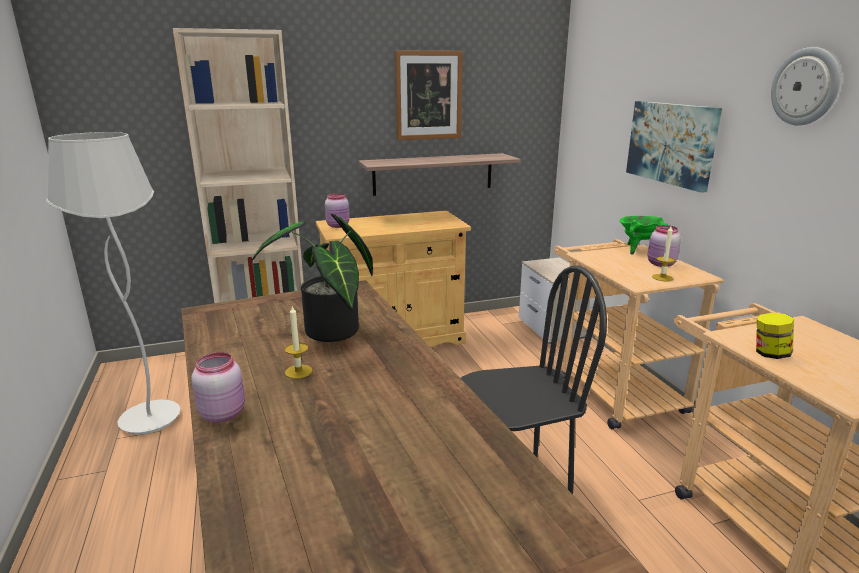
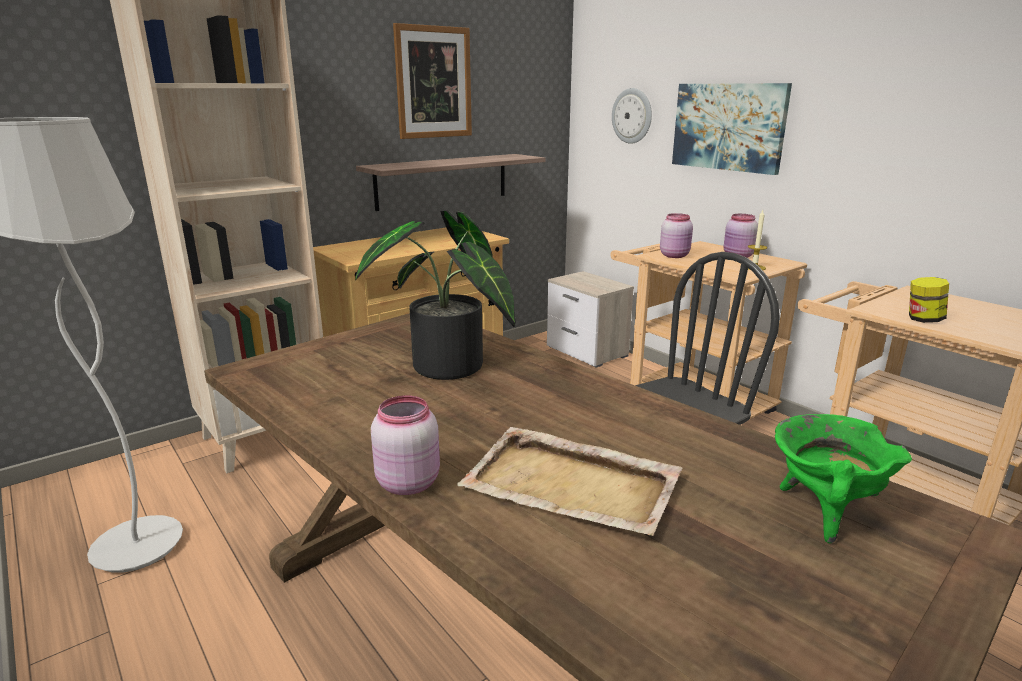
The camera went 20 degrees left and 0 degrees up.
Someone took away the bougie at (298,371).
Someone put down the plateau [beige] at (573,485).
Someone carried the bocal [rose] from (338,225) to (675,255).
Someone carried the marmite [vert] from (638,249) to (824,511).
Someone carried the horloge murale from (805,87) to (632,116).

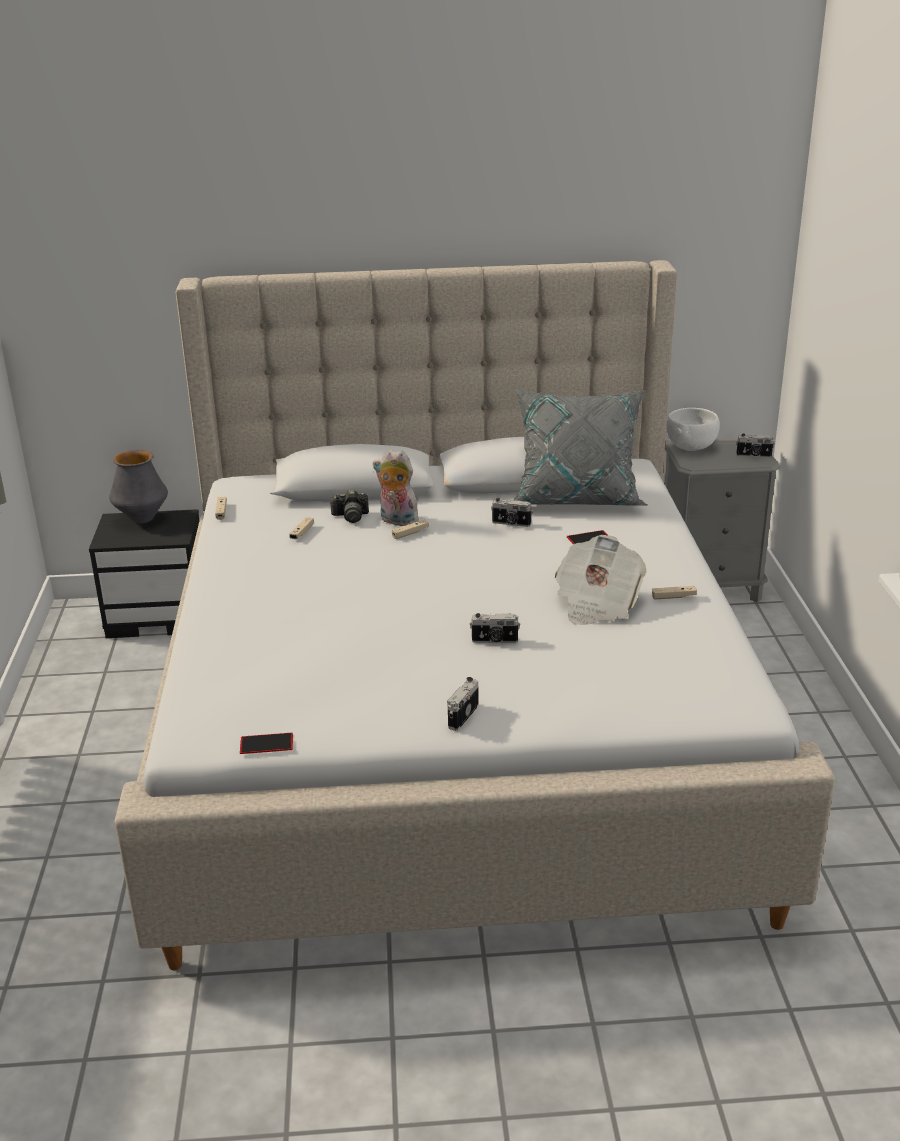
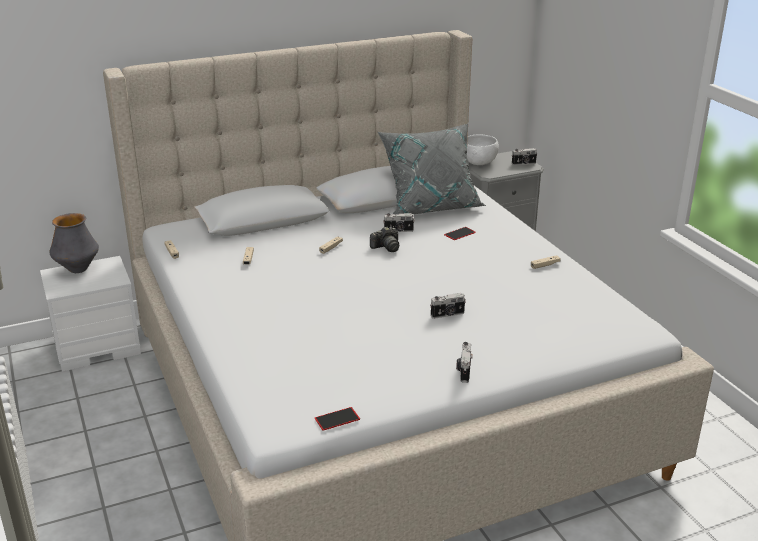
The camera went 20 degrees left and 0 degrees up.
Someone took away the peluche at (397,521).
Someone took away the journal at (597,603).
Someone carried the appareil photo from (350,516) to (386,247).
Someone repainted the table de chevet [noir] at (160,615), which became the table de chevet [blanc] at (98,346).

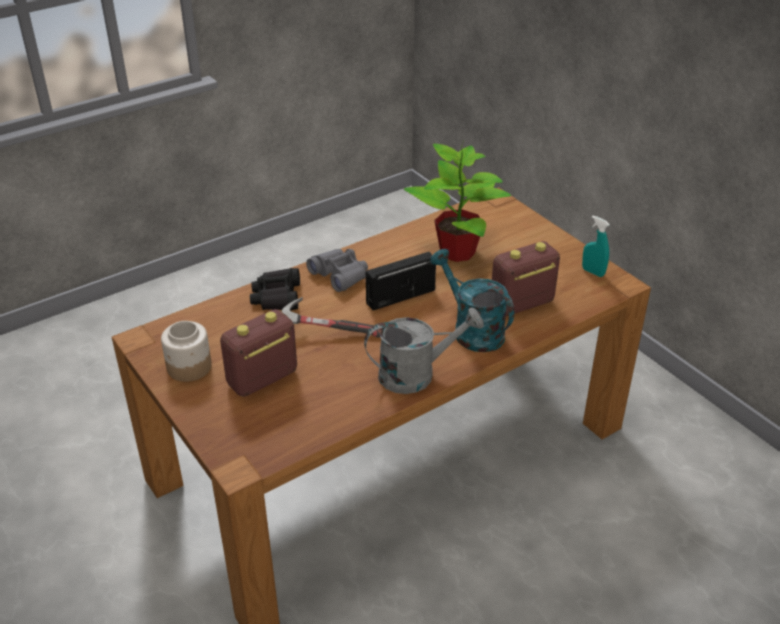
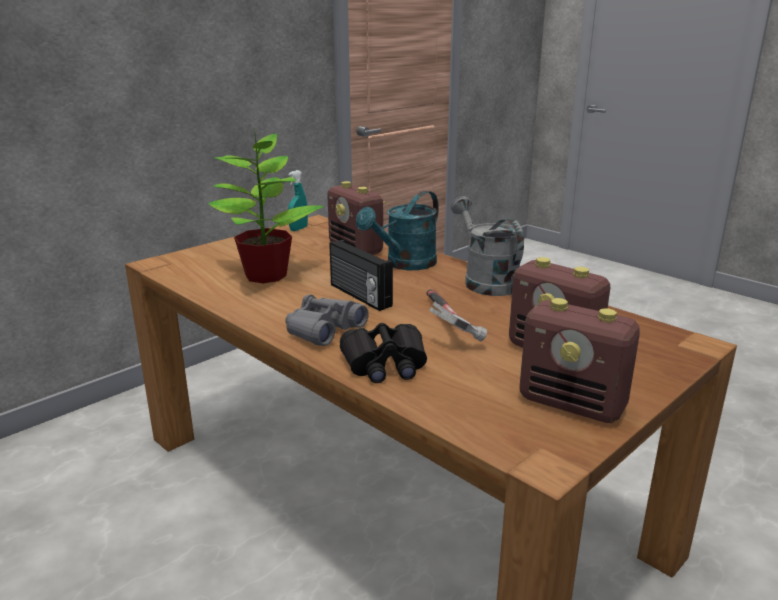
The camera went 100 degrees left and 15 degrees down.
Someone swapped the bocal at (189,367) for the radio at (573,404).

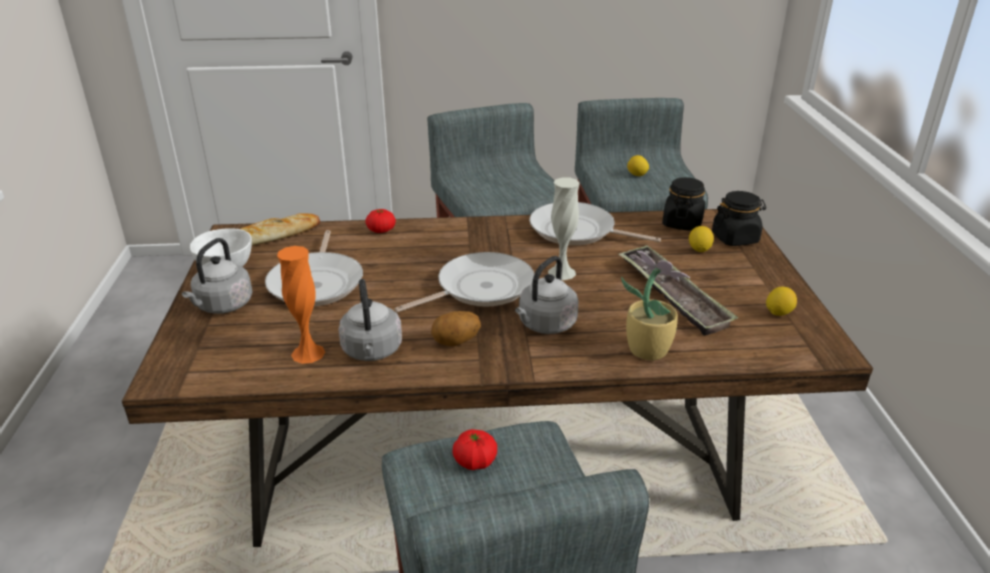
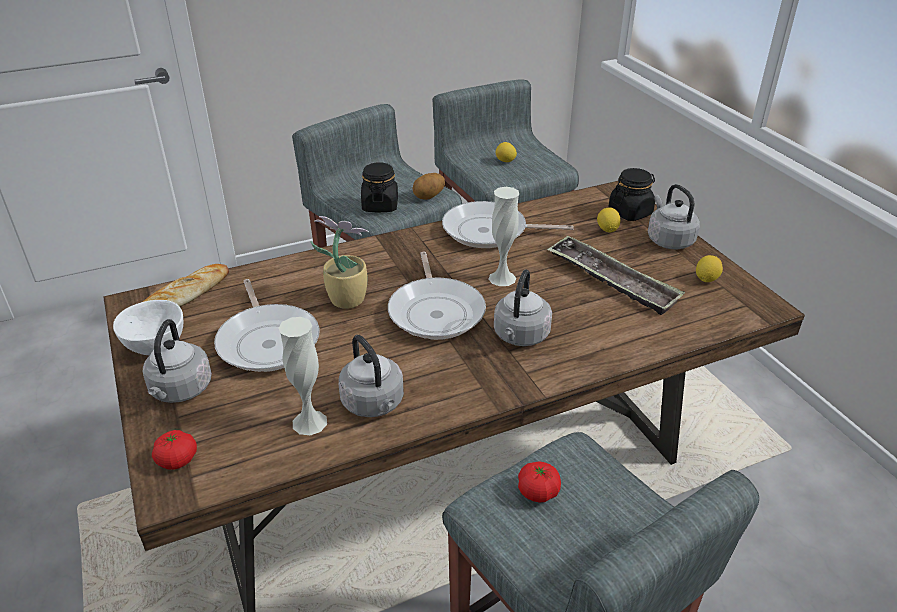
The camera went 20 degrees left and 5 degrees up.
Someone put down the bouilloire [gris] at (668,240).
Someone carried the tomate from (381,230) to (177,460).
Someone carried the pomme de terre from (456,342) to (429,197).
Someone carried the plante en pot from (646,349) to (346,299).
Someone carried the bocal [noir] from (682,223) to (380,205).
Someone repainted the vase [orange] at (308,353), which became the vase [blanc] at (309,422).
Someone rotated the poêle at (480,288) by 135 degrees clockwise.

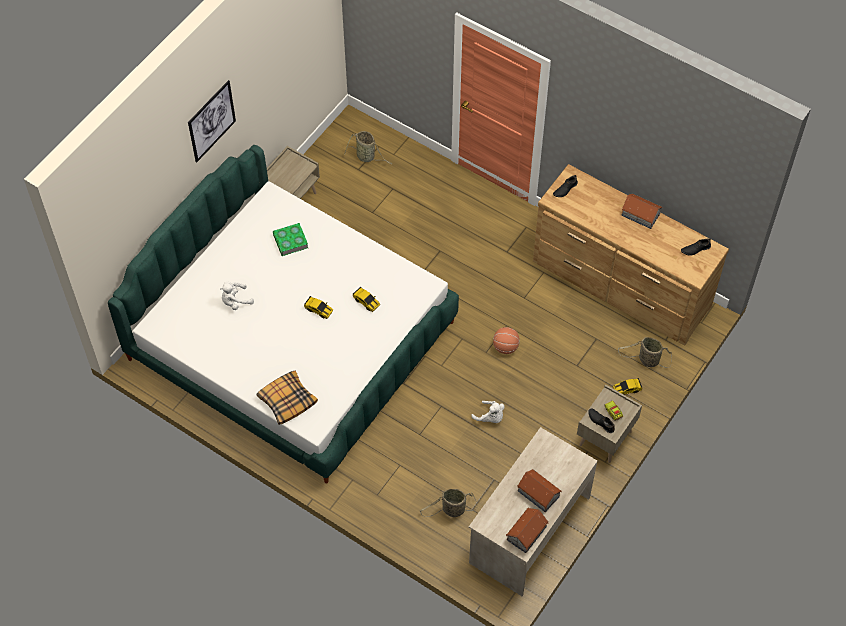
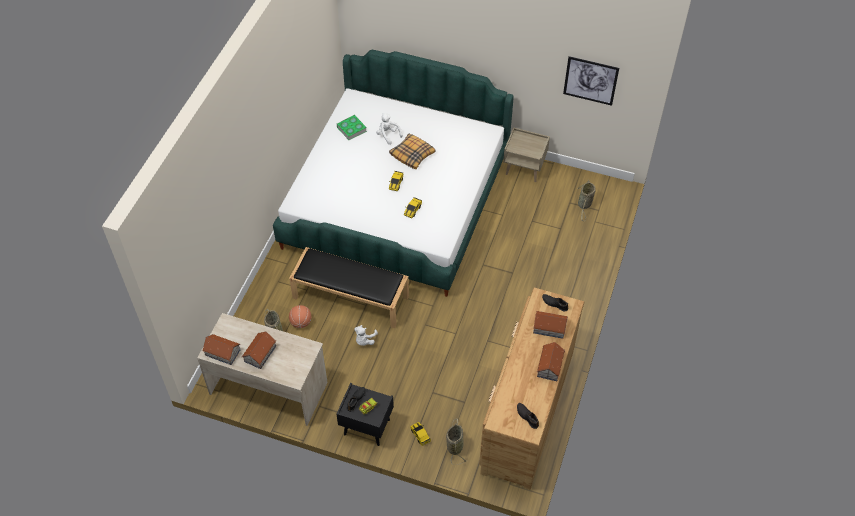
The camera went 75 degrees right and 5 degrees down.
Someone put down the banc [noir] at (351,297).
Someone put down the maison miniature at (549,327).
Someone carried the tableau from (211,121) to (590,80).
Someone carried the coussin from (287,400) to (412,154).
Someone carried the livre from (290,241) to (351,129).
Someone carried the ballon de basket from (505,347) to (301,322).
Someone repainted the table de chevet [beige] at (605,439), which became the table de chevet [noir] at (366,427).

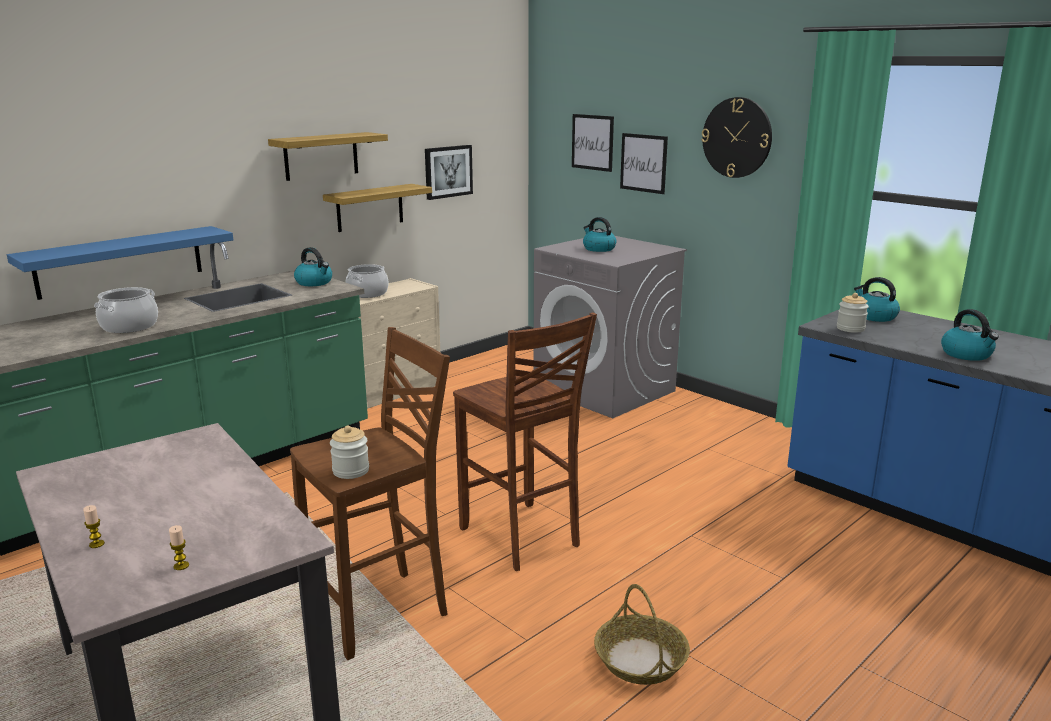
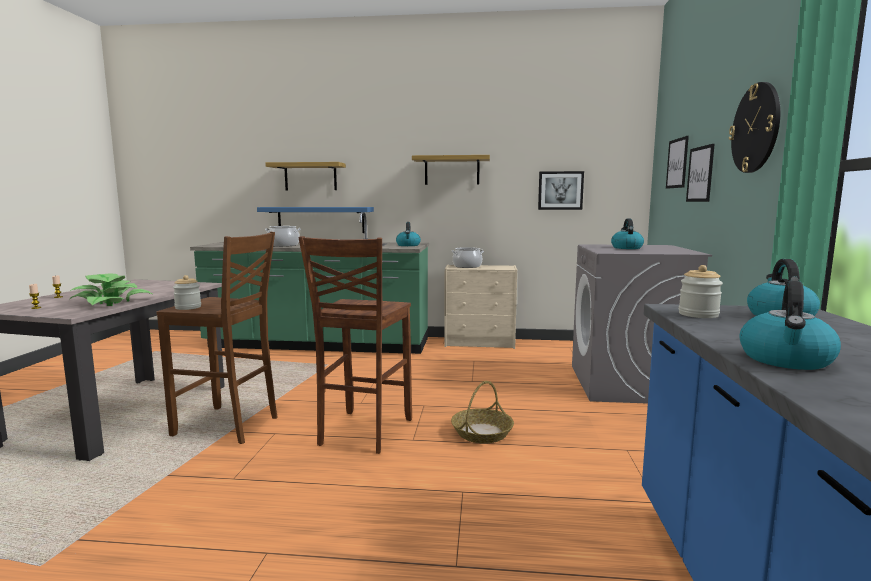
The camera went 50 degrees right and 10 degrees down.
Someone put down the plante en pot at (111,302).
Someone carried the étagère from (370,207) to (310,177).
Someone carried the panier from (641,660) to (482,433).

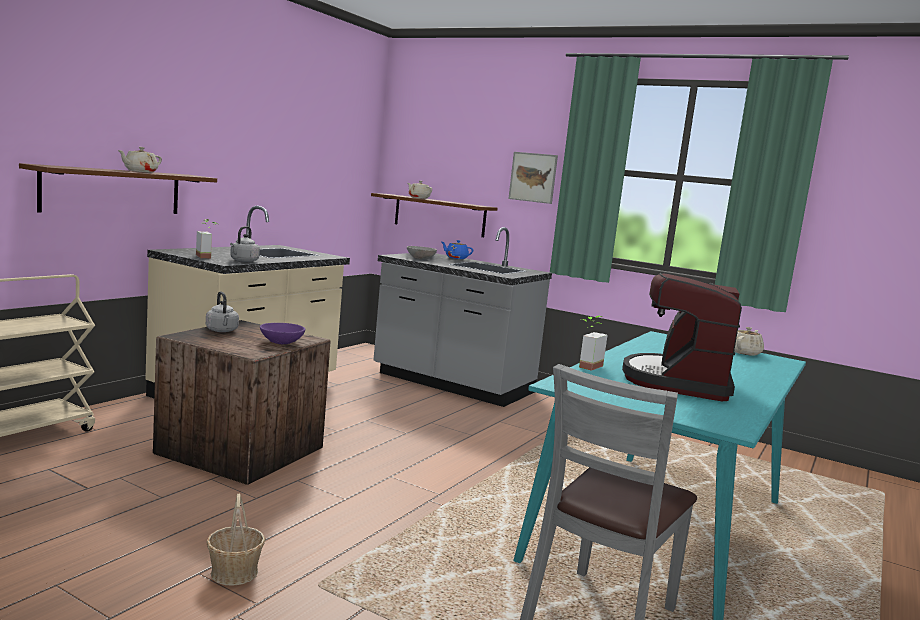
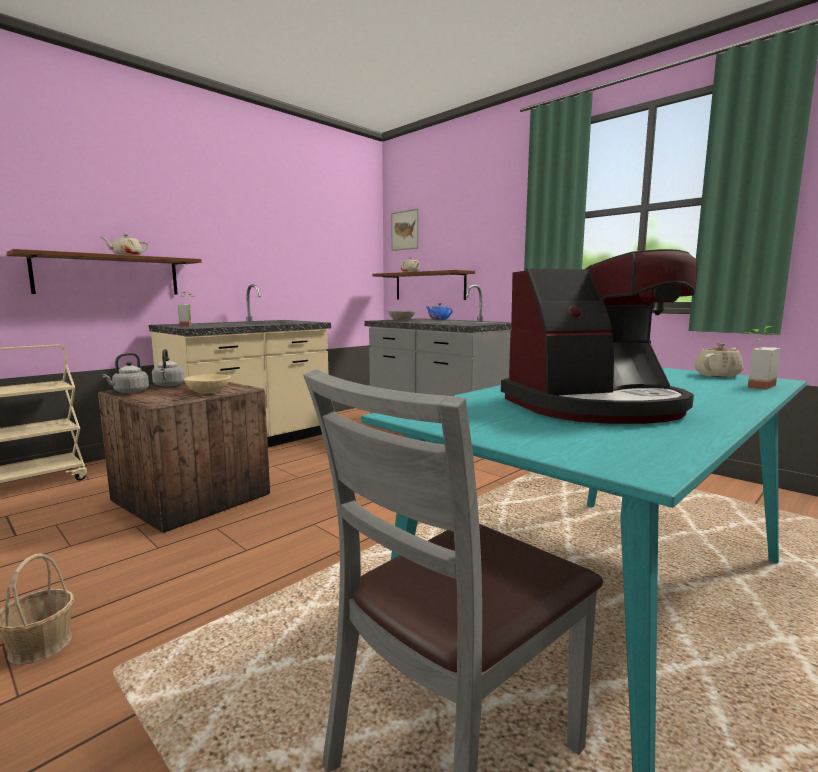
The camera went 15 degrees right and 0 degrees up.
Someone carried the bouilloire [gris] from (243,261) to (129,392).
Someone carried the tableau from (533,177) to (405,230).
Someone carried the plante en pot from (585,365) to (753,385).
Someone repainted the bol [violet] at (281,342), which became the bol [beige] at (208,392).
Someone rotated the machine à café at (678,382) by 135 degrees counterclockwise.

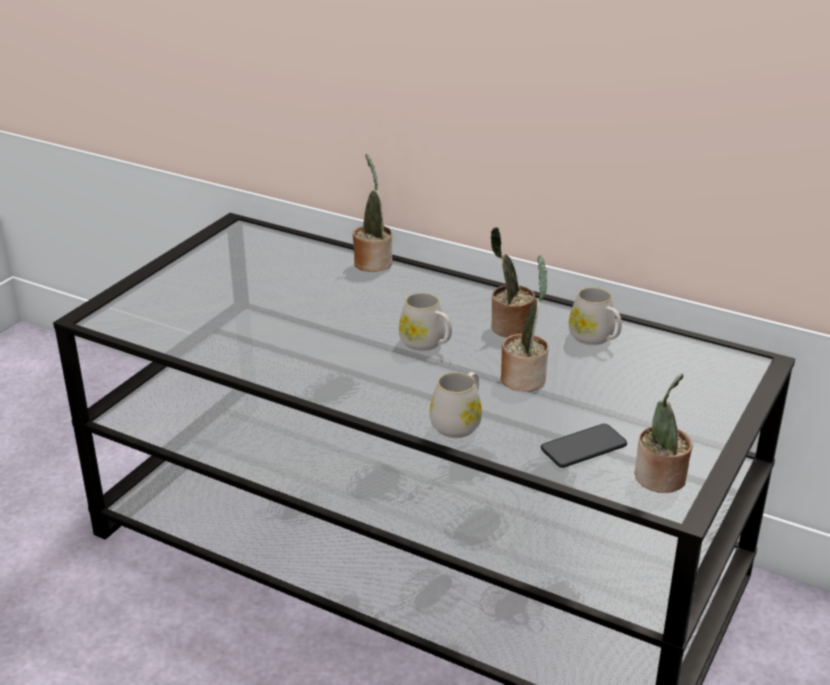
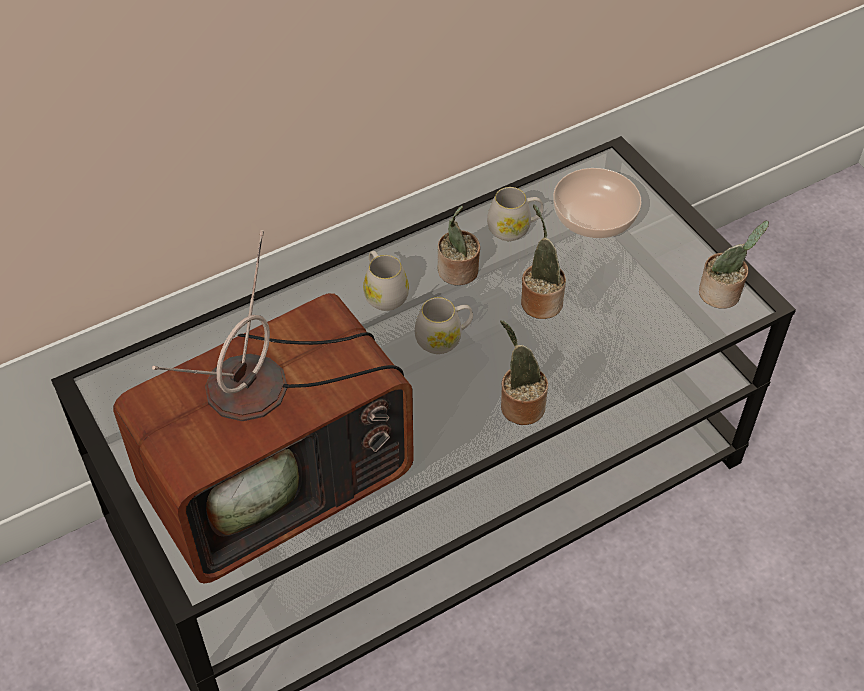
The camera went 60 degrees left and 20 degrees up.
Someone took away the téléphone at (583,447).
Someone put down the téléviseur at (281,477).
Someone put down the bol at (595,218).
Someone carried the plante en pot from (372,261) to (519,405).
Someone carried the mug [blanc] from (459,423) to (383,293).

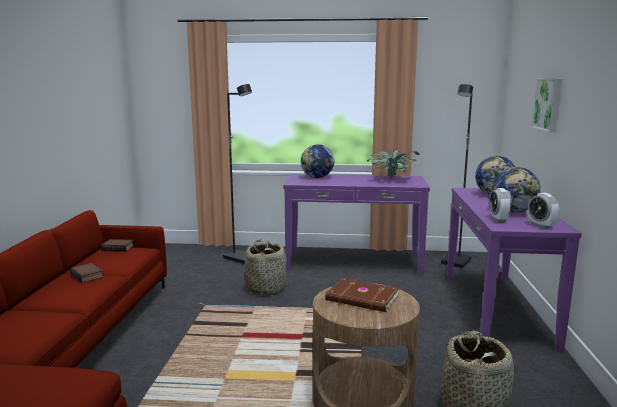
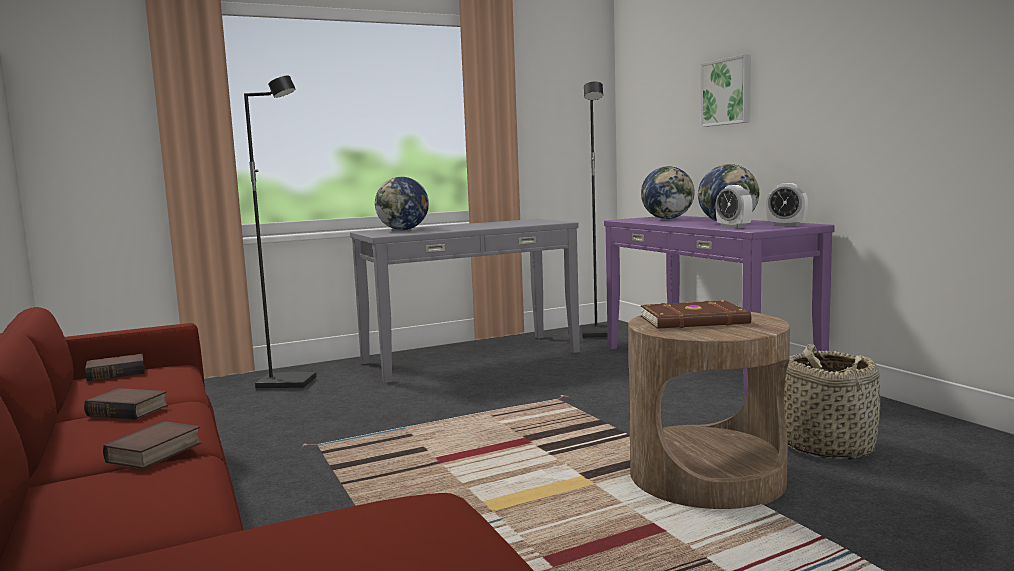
The camera went 30 degrees left and 5 degrees down.
Someone took away the panier at (266,288).
Someone took away the plante en pot at (392,179).
Someone put down the livre at (155,453).
Someone repainted the table console [violet] at (353,262), which became the table console [gris] at (470,357).

